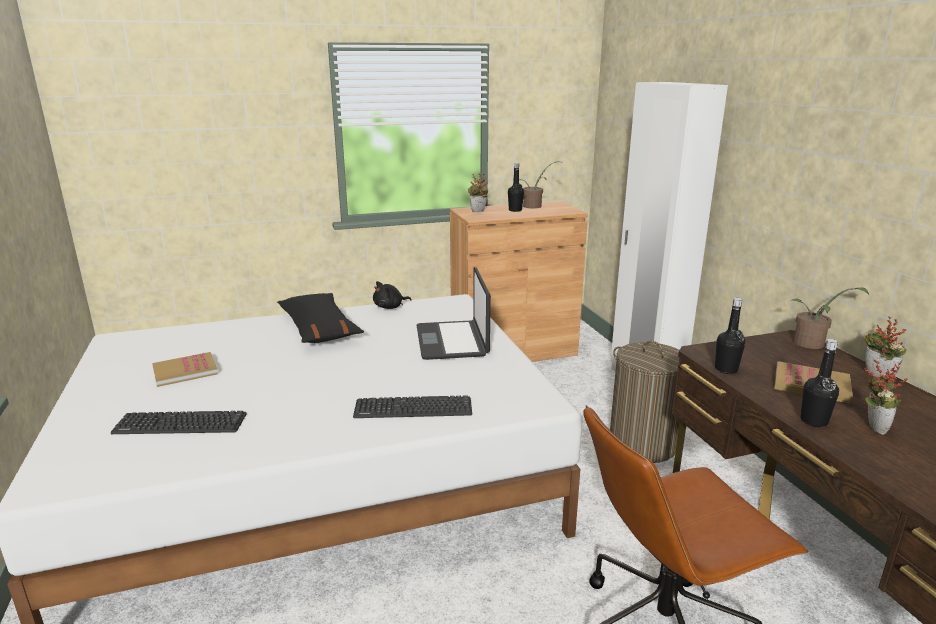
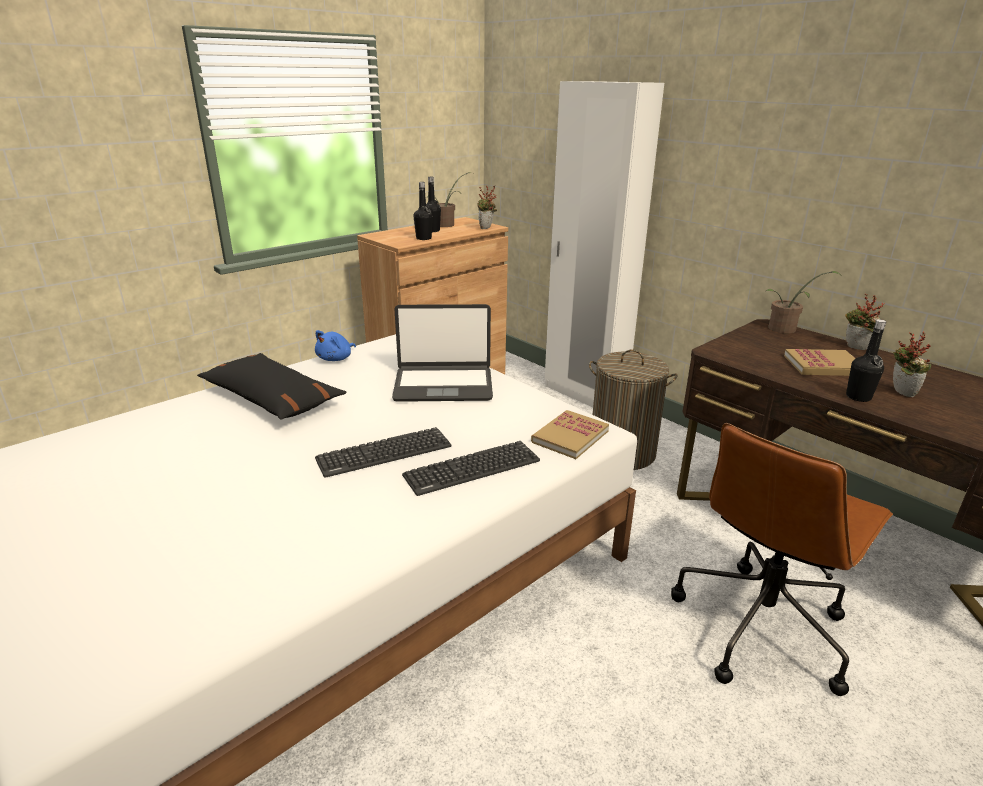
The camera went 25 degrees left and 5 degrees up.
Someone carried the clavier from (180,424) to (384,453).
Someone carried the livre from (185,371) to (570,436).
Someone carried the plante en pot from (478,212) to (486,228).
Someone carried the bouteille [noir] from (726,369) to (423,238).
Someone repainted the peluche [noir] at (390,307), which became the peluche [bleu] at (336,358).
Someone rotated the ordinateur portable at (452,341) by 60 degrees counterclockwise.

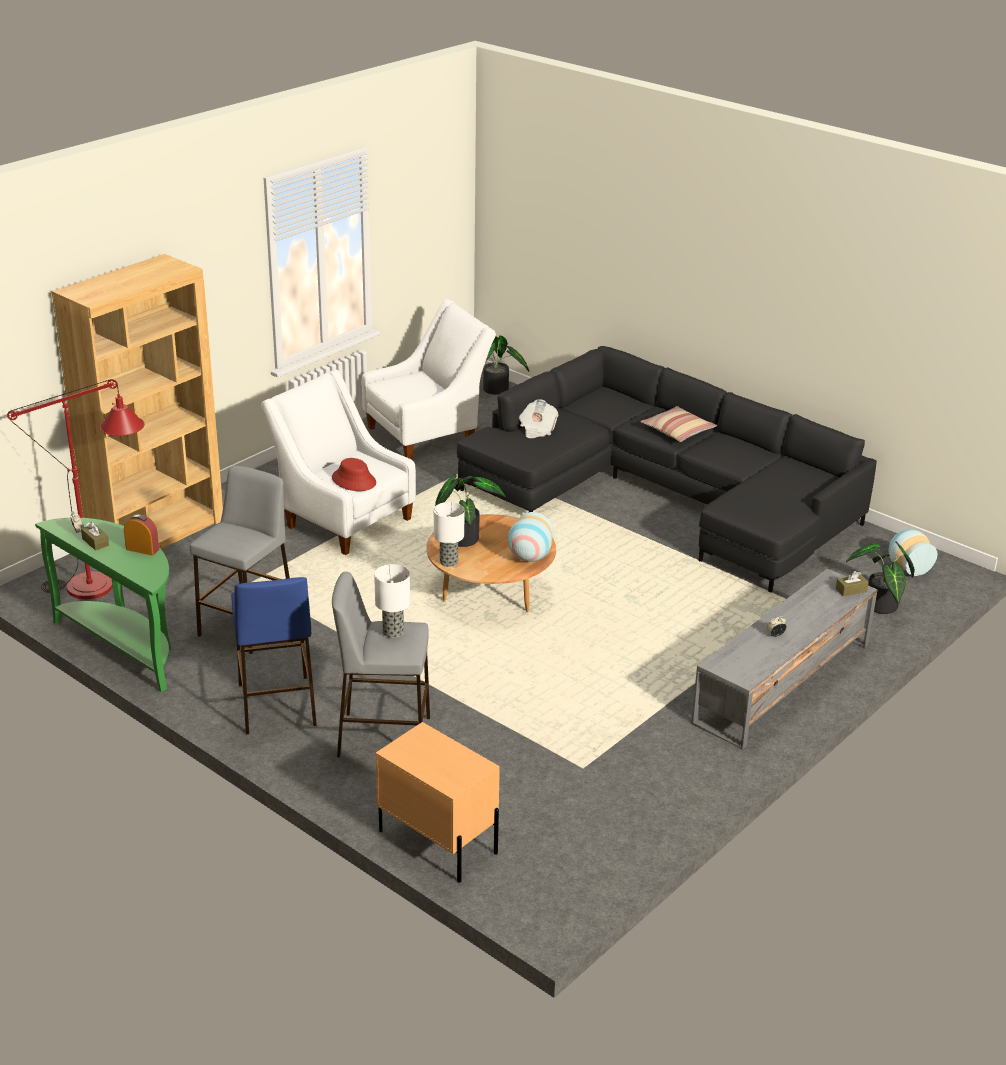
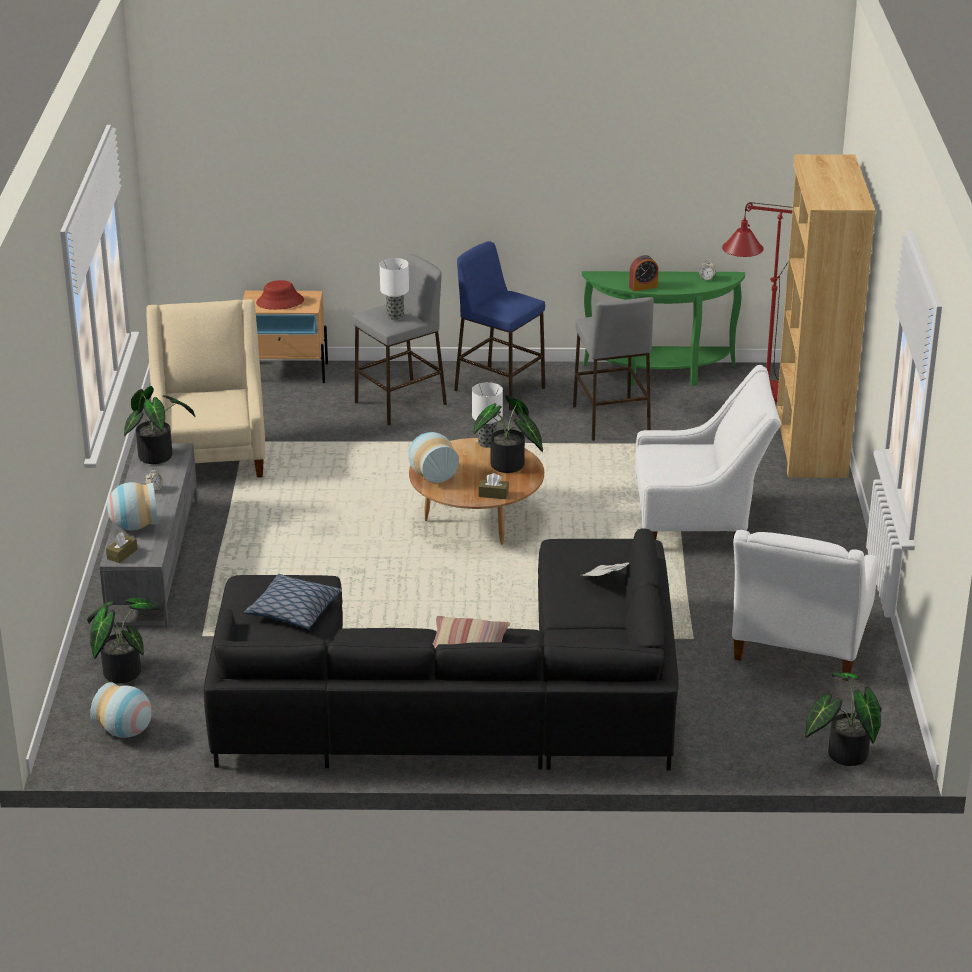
The camera went 140 degrees right and 0 degrees up.
Someone put down the vase at (134,526).
Someone put down the plante en pot at (160,456).
Someone put down the fauteuil [beige] at (211,454).
Someone put down the coussin at (293,611).
Someone carried the boîte à mouchoirs [marron] from (95,542) to (493,494).
Someone carried the chapeau [rouge] from (354,480) to (280,302).

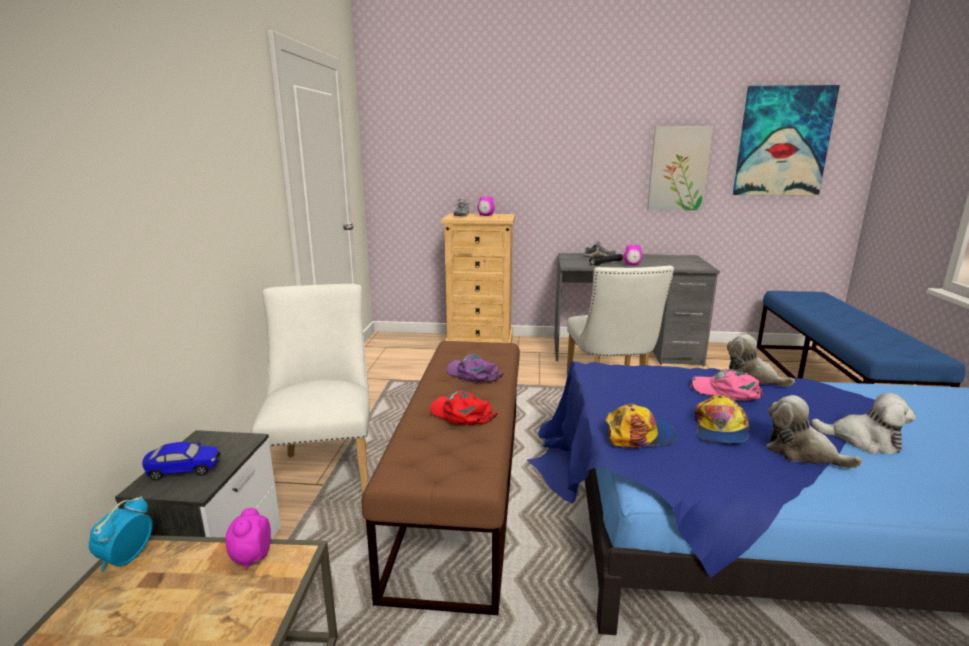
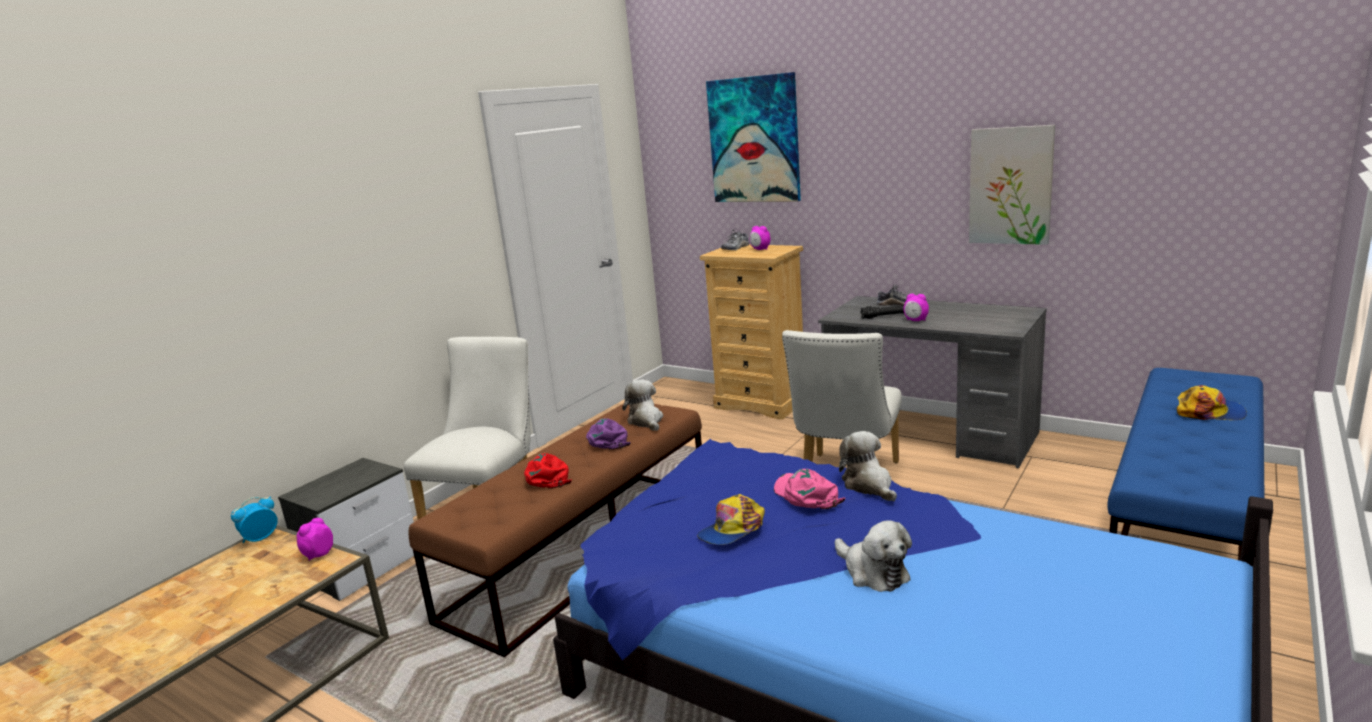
The camera went 30 degrees right and 0 degrees up.
Someone took away the petite voiture at (184,470).
Someone carried the casquette from (639,434) to (1209,412).
Someone carried the tableau from (782,142) to (754,140).
Someone carried the peluche from (801,452) to (646,421).

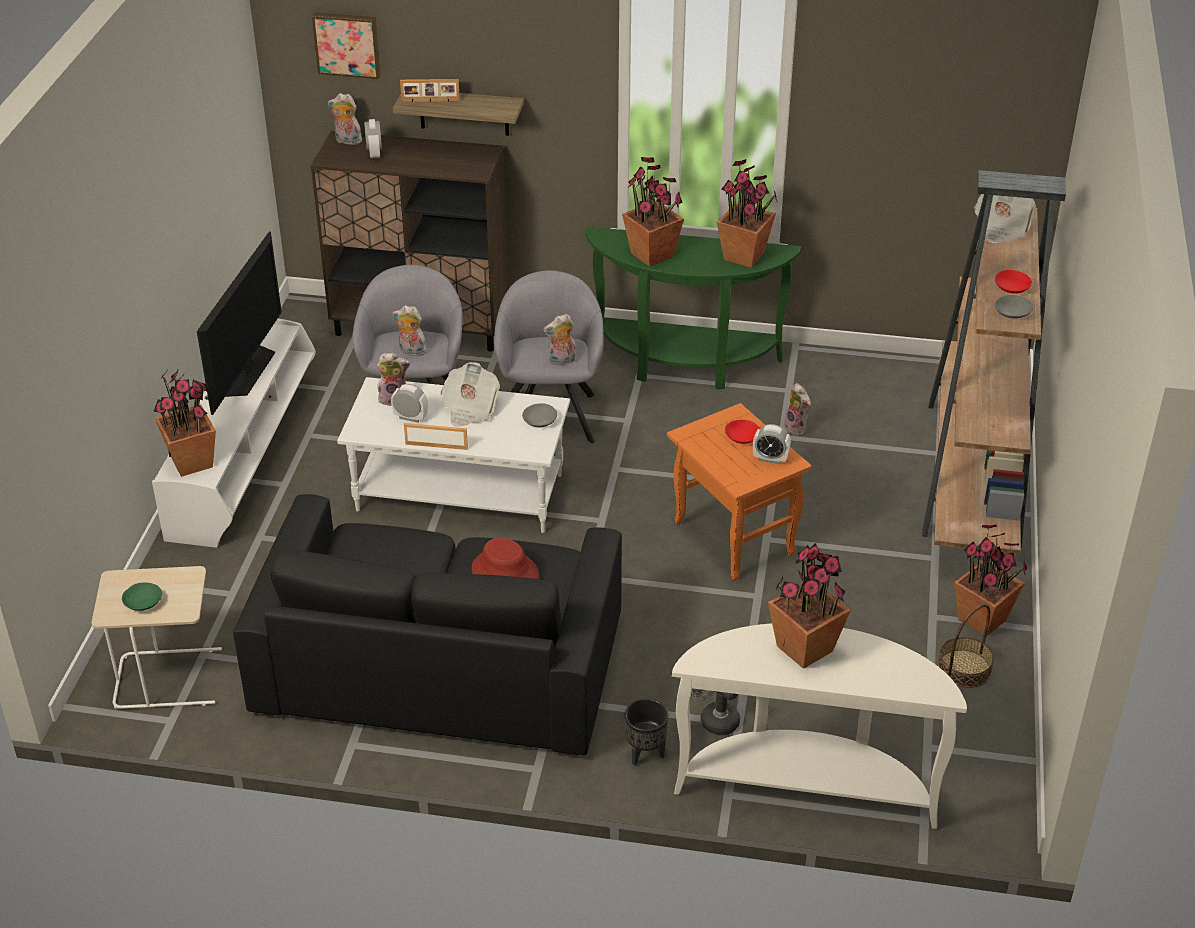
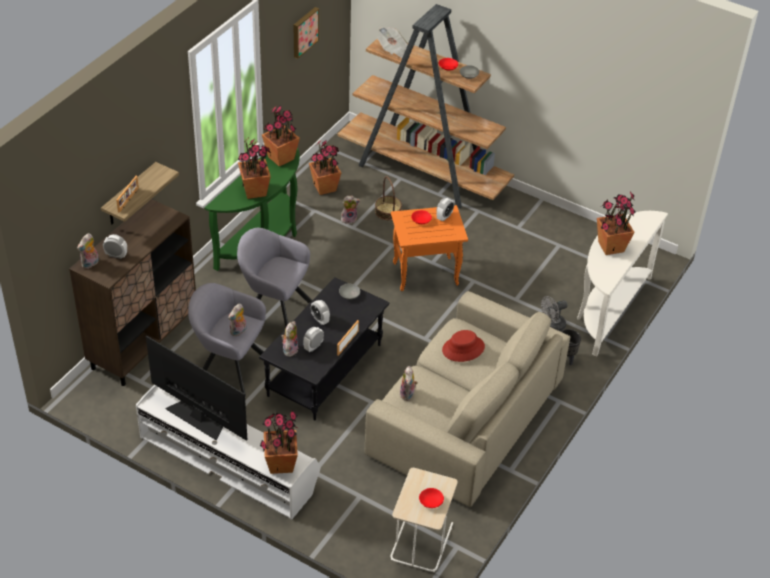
The camera went 70 degrees left and 5 degrees up.
Someone carried the tableau from (347,44) to (304,32).
Someone carried the peluche from (561,361) to (408,394).
Someone carried the panier from (964,668) to (388,211).
Someone carried the plante en pot from (983,620) to (325,187).
Someone swapped the journal at (469,409) for the réveil at (320,320).
Someone repainted the bol [vert] at (143,602), which became the bol [rouge] at (430,501).
Someone repainted the canapé [noir] at (440,662), which became the canapé [beige] at (464,417).
Someone repainted the table basse [blanc] at (458,494), which became the table basse [noir] at (325,371).

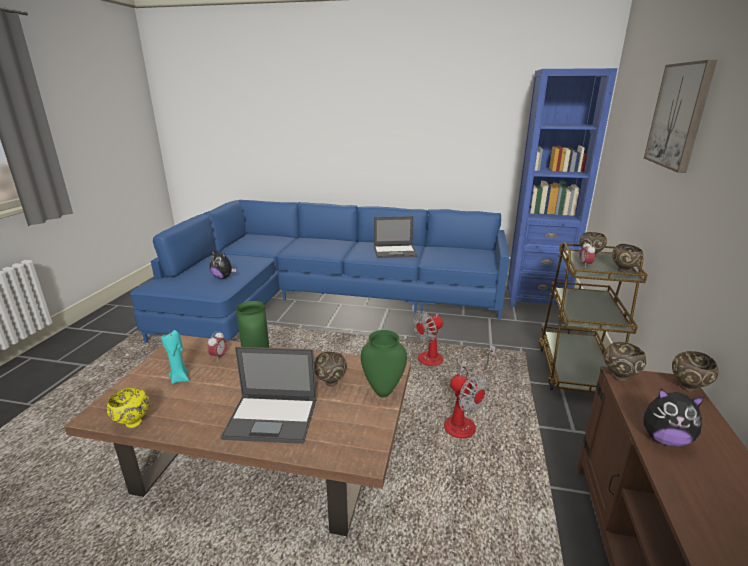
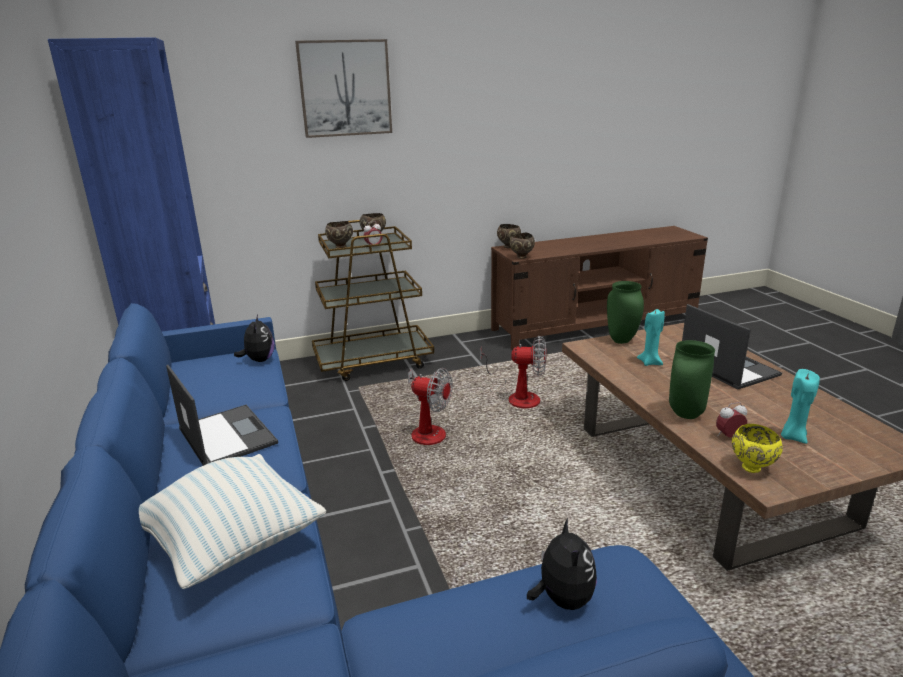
The camera went 120 degrees left and 0 degrees up.
Someone put down the coussin at (232,545).
Someone carried the bol [jaune] from (132,423) to (752,468).
Someone carried the peluche from (664,439) to (259,360).
Someone swapped the bol [marron] at (330,383) for the bougie [turquoise] at (650,362).
Someone rotated the ventilateur at (460,420) by 75 degrees clockwise.

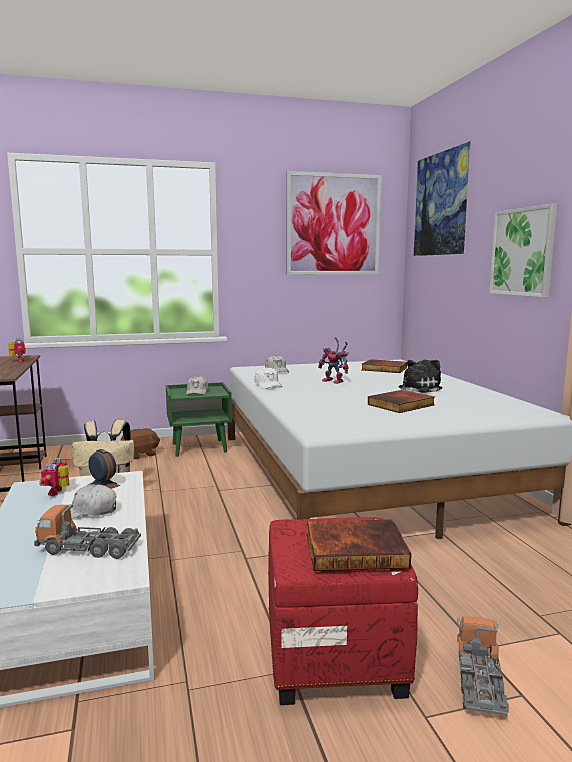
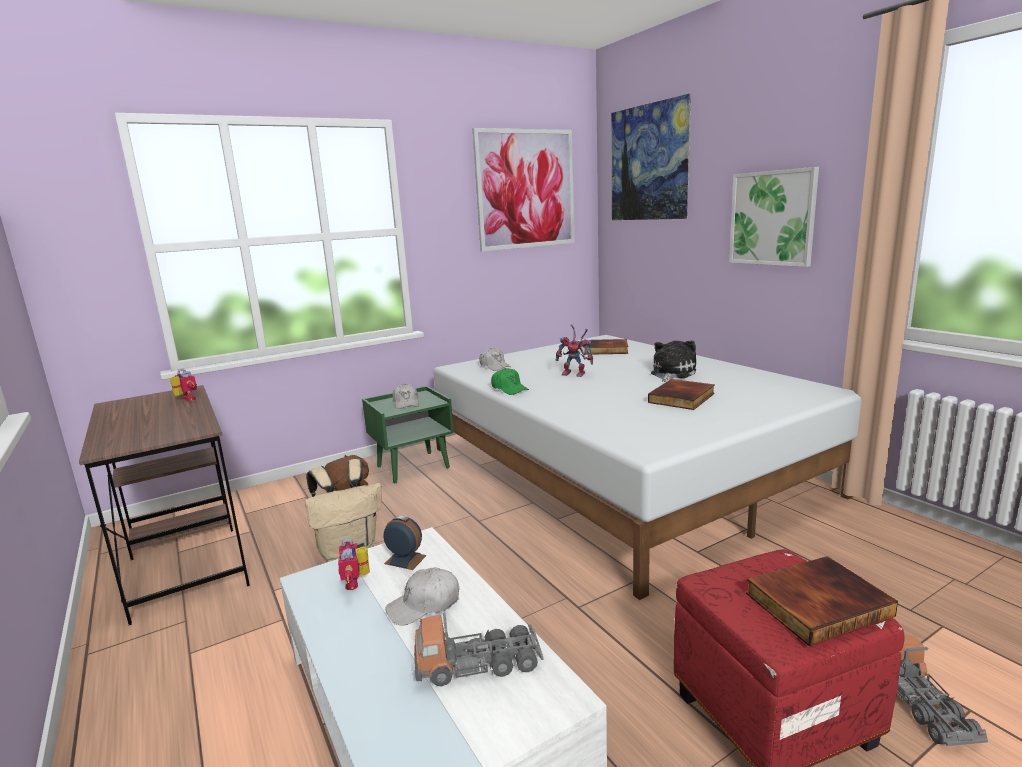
The camera went 15 degrees left and 5 degrees up.
Someone repainted the casquette [blanc] at (268,385), which became the casquette [vert] at (509,389).

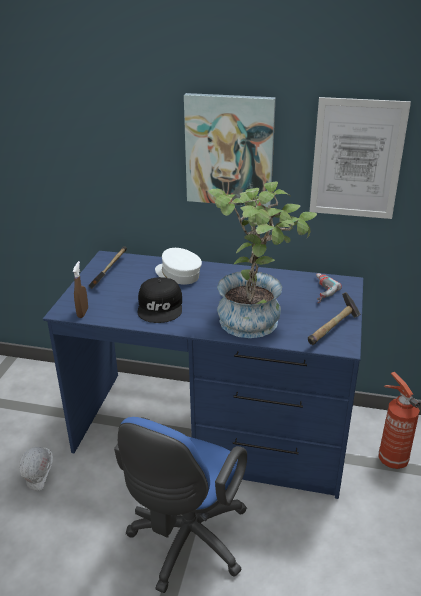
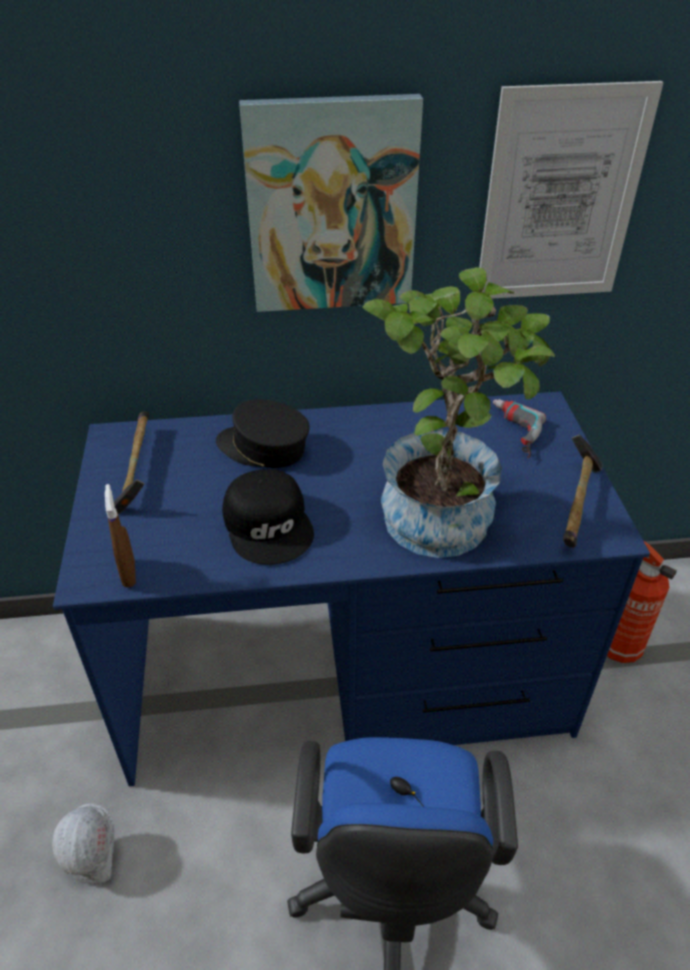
The camera went 20 degrees left and 10 degrees up.
Someone repainted the casquette [blanc] at (178,274), which became the casquette [noir] at (263,448).

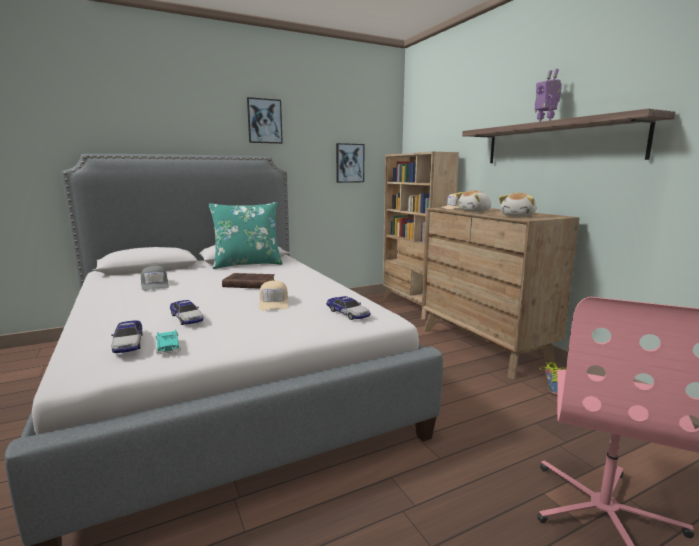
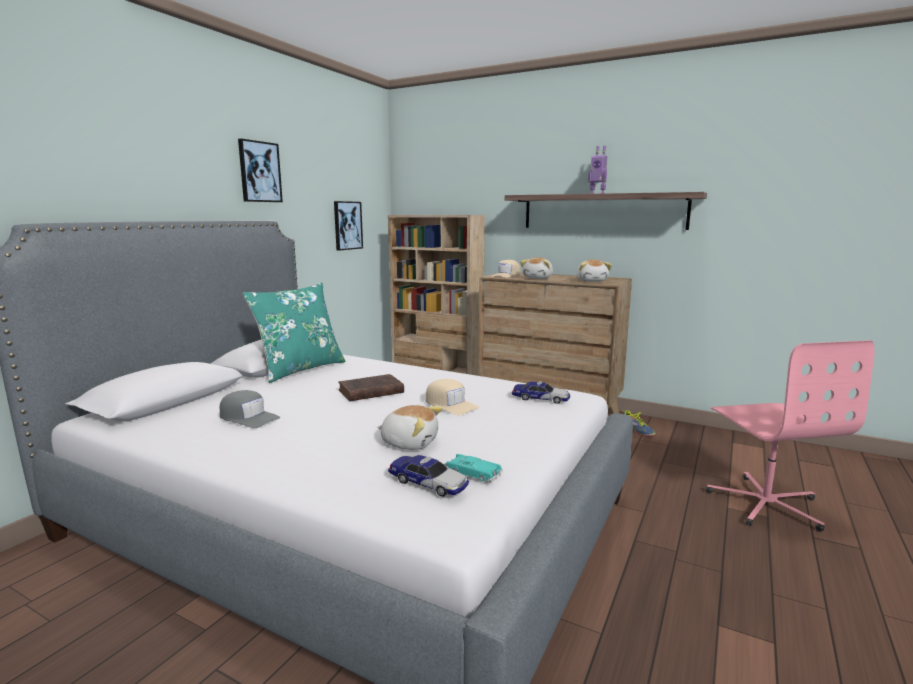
The camera went 35 degrees left and 0 degrees up.
Someone swapped the petite voiture at (186,318) for the peluche at (410,442).

